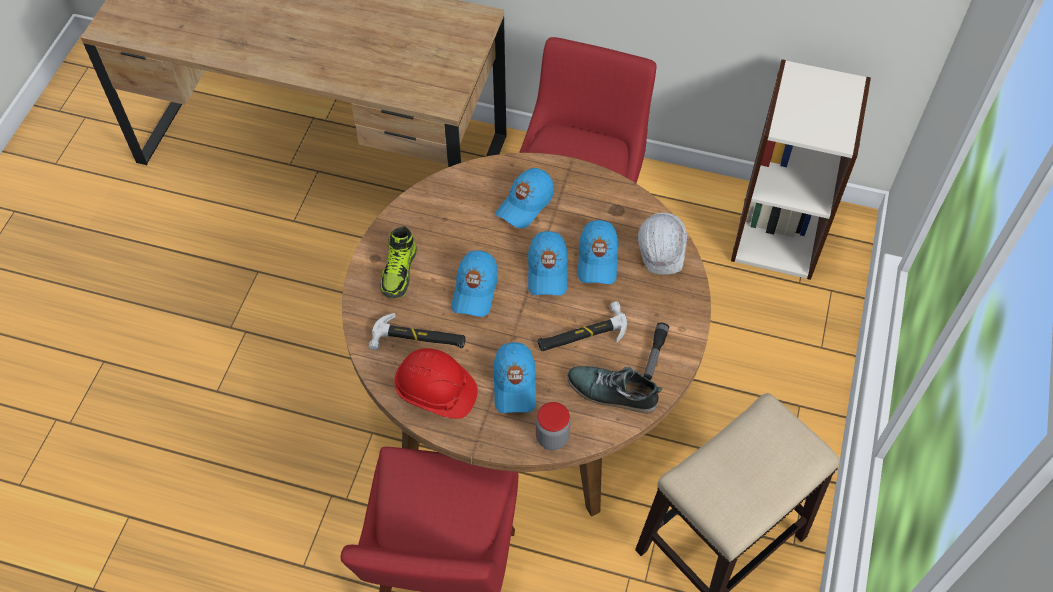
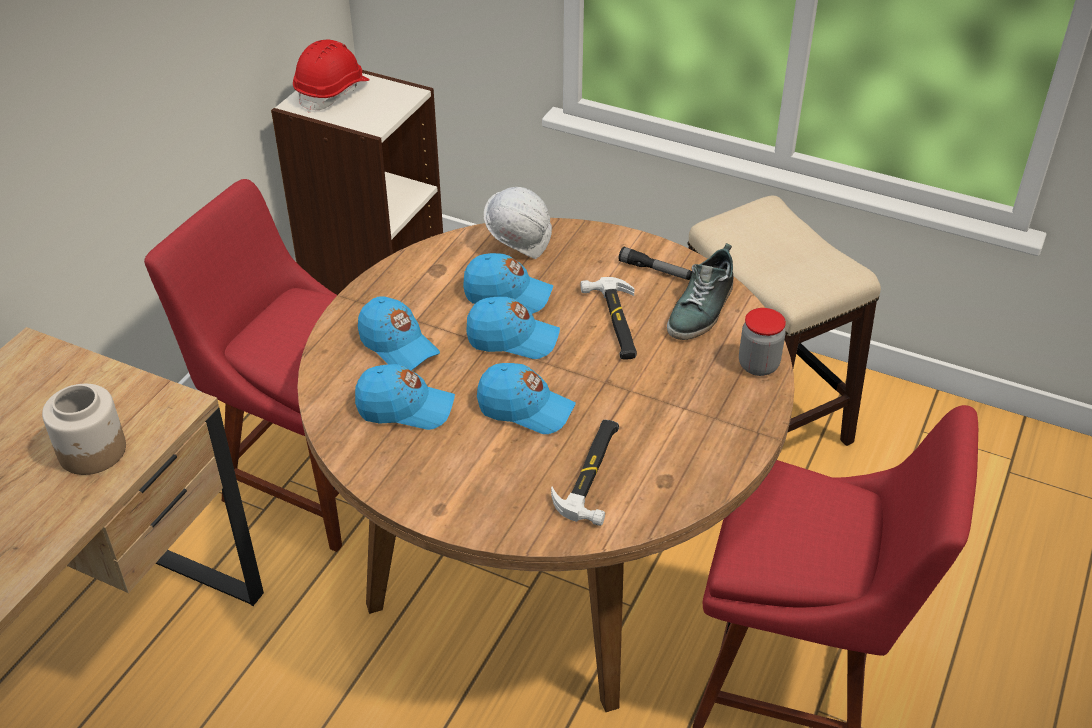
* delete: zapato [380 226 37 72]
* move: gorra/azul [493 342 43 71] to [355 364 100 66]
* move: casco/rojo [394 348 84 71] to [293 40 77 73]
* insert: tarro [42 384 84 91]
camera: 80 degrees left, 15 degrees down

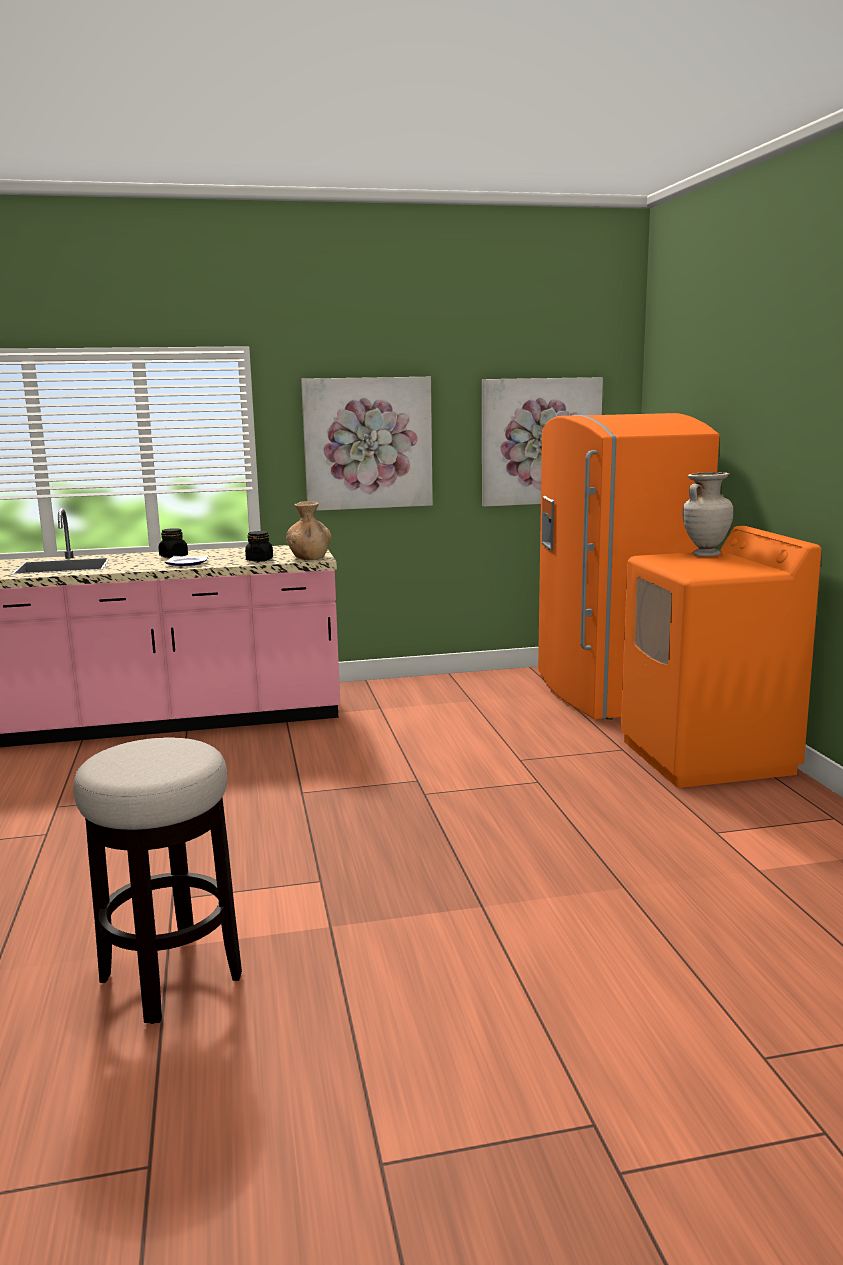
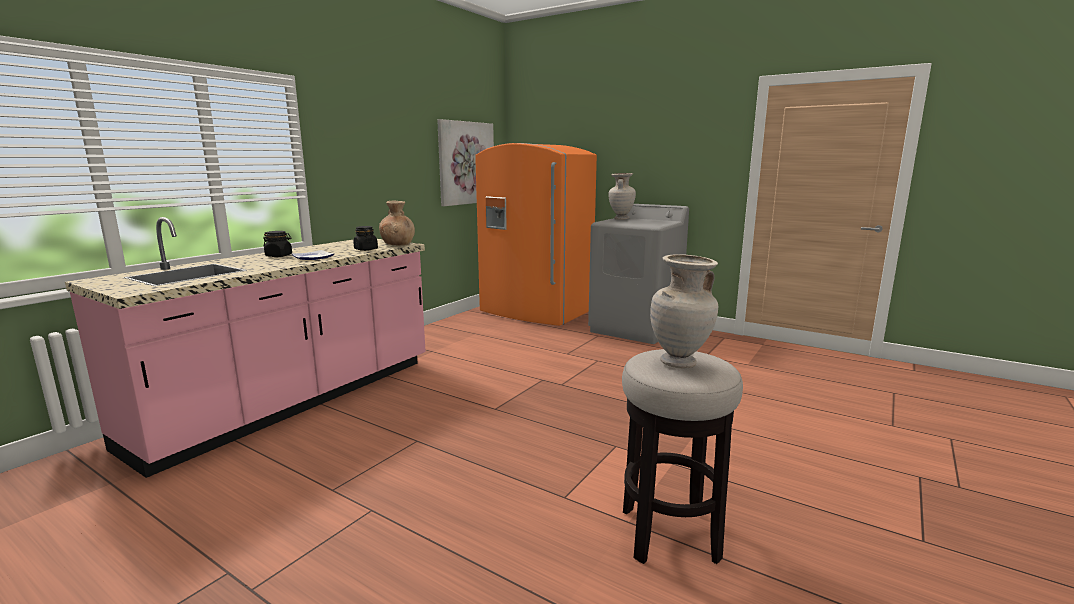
* delete: cuadro [301 377 132 134]
* recolor: lavadora/naranja [621 526 201 262] to lavadora/gris [588 204 101 140]
* insert: florero/beis [650 254 68 114]
camera: 45 degrees left, 0 degrees up

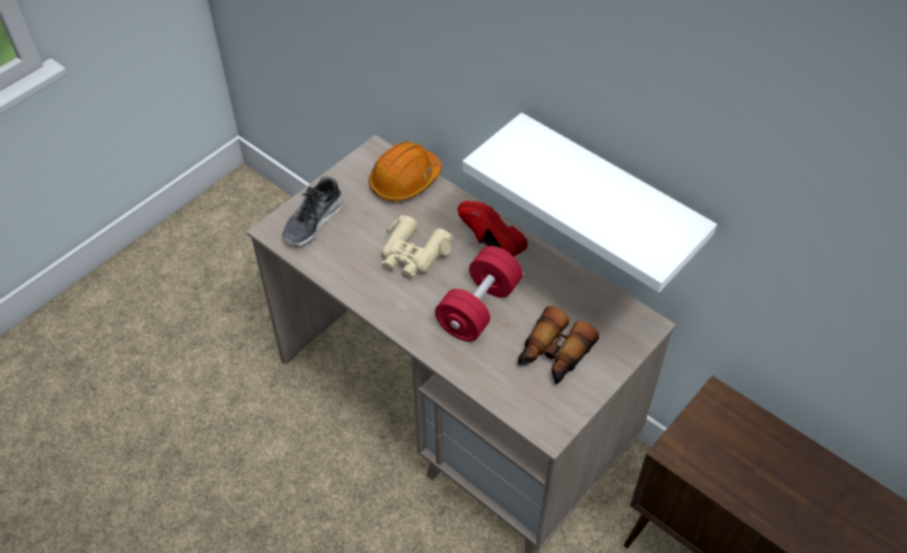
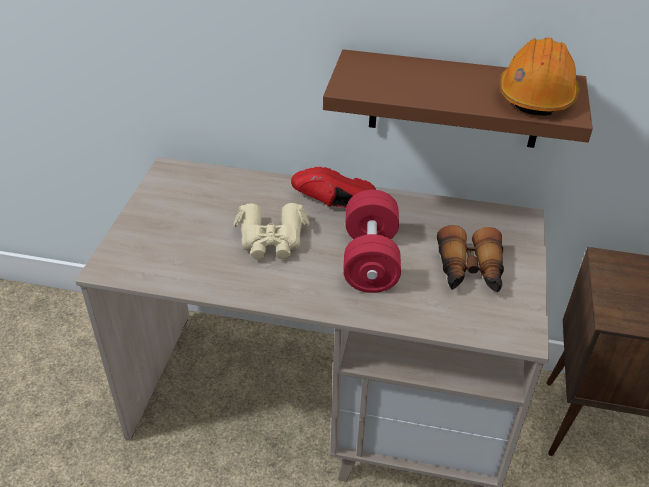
* recolor: estante/blanco [462 113 255 179] to estante/marrón [323 49 270 99]
* move: casco/naranja [369 142 73 60] to [499 37 80 79]
* delete: zapato [282 176 61 70]
camera: 30 degrees left, 10 degrees down

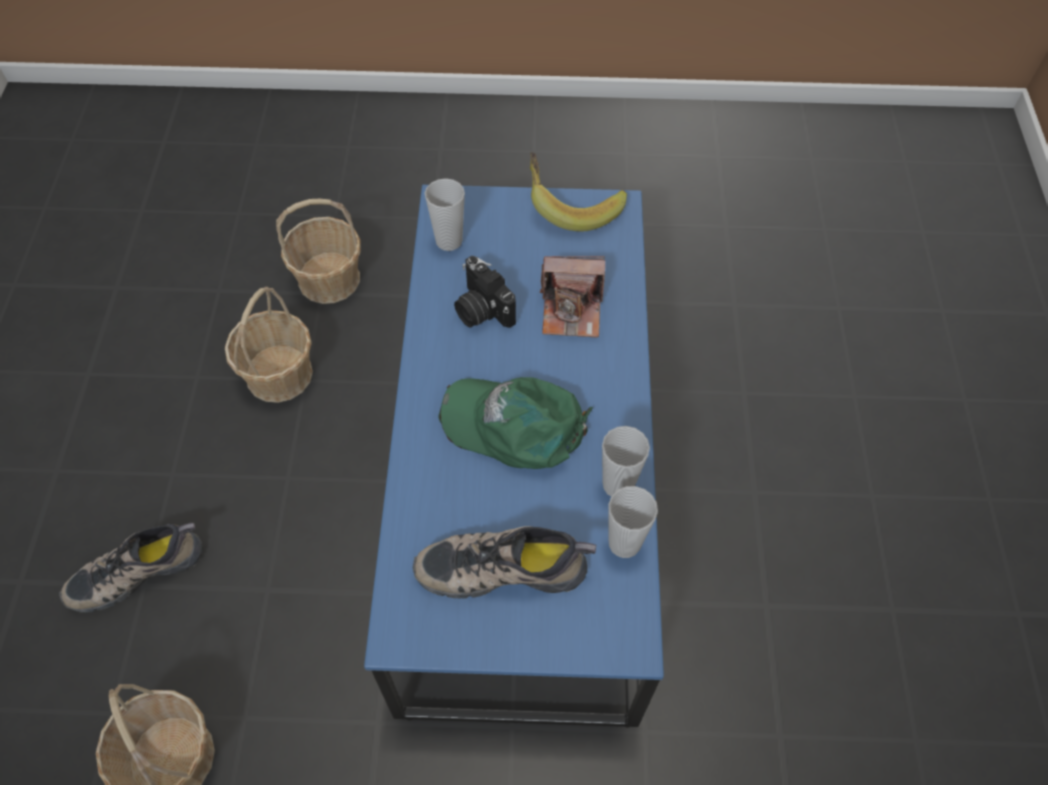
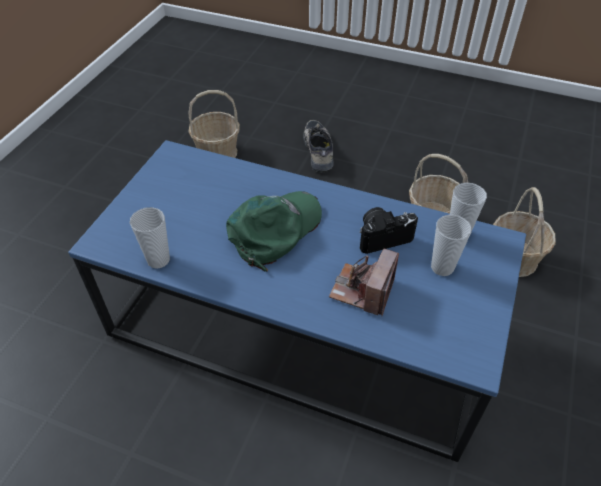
* delete: plátano [530 152 97 79]
* move: taza [602 426 48 70] to [431 215 41 61]
* delete: zapato [413 526 183 72]
camera: 110 degrees right, 10 degrees down

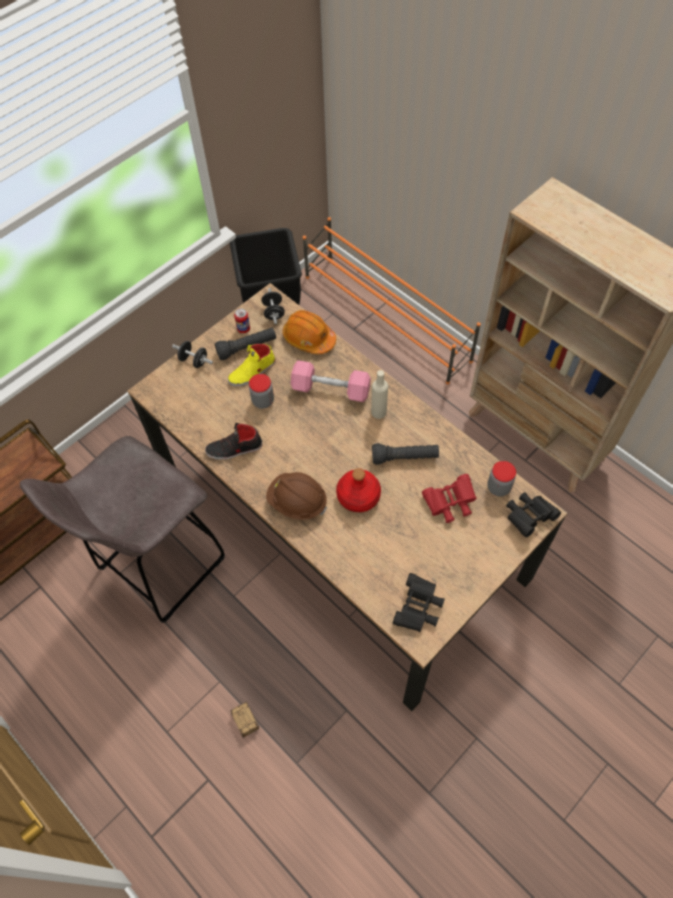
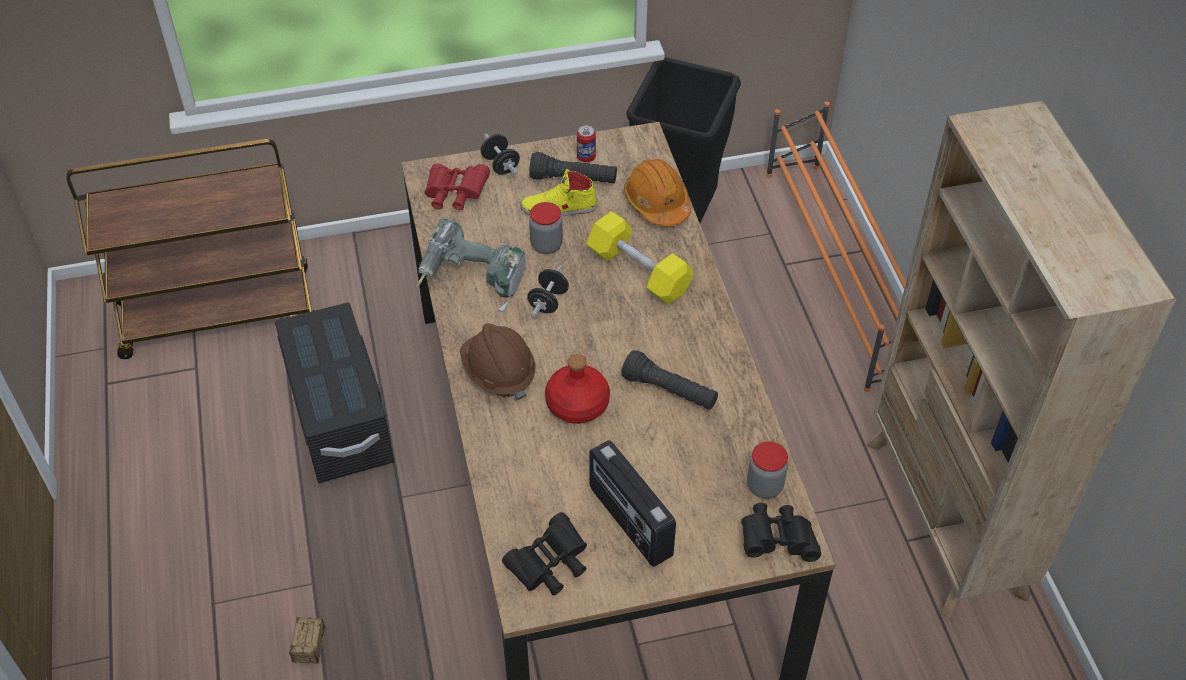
* move: mancuerna/negro [261 288 24 36] to [527 265 42 53]
* recolor: mancuerna/rosa [291 360 80 42] to mancuerna/amarillo [586 211 107 94]
* delete: botella/beis [371 370 17 49]
* replace: zapato/negro [205 423 57 37] to taladro [417 218 109 94]
* replace: taburete/gris [20 436 205 187] to caja de almacenaje/negro [275 303 119 180]
* move: prismáticos/rojo [422 474 55 49] to [425 163 65 47]
* insert: radio [589 440 87 127]
camera: 30 degrees right, 10 degrees down

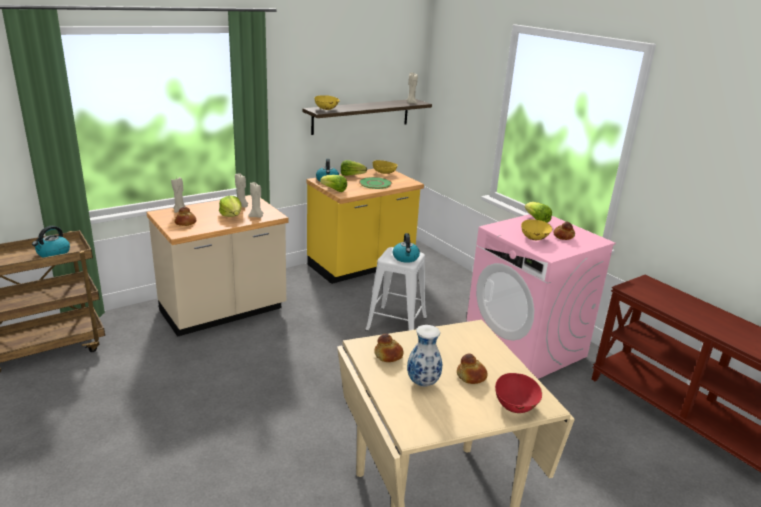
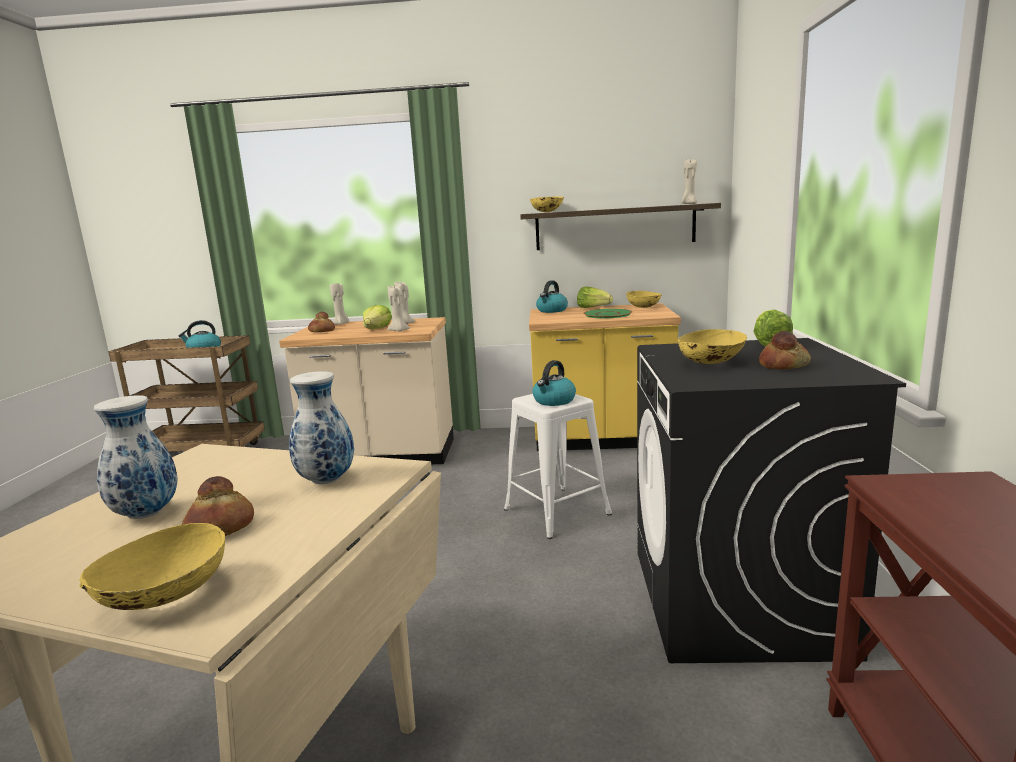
* delete: lechuga [320 175 27 17]
* recolor: lavadora/rosa [466 214 150 165] to lavadora/negro [637 338 269 325]
* delete: pan [374 334 29 28]
* recolor: cuenco/rojo [495 373 47 40] to cuenco/amarillo [79 523 146 87]
* insert: florero [289 371 65 113]
camera: 40 degrees right, 10 degrees down

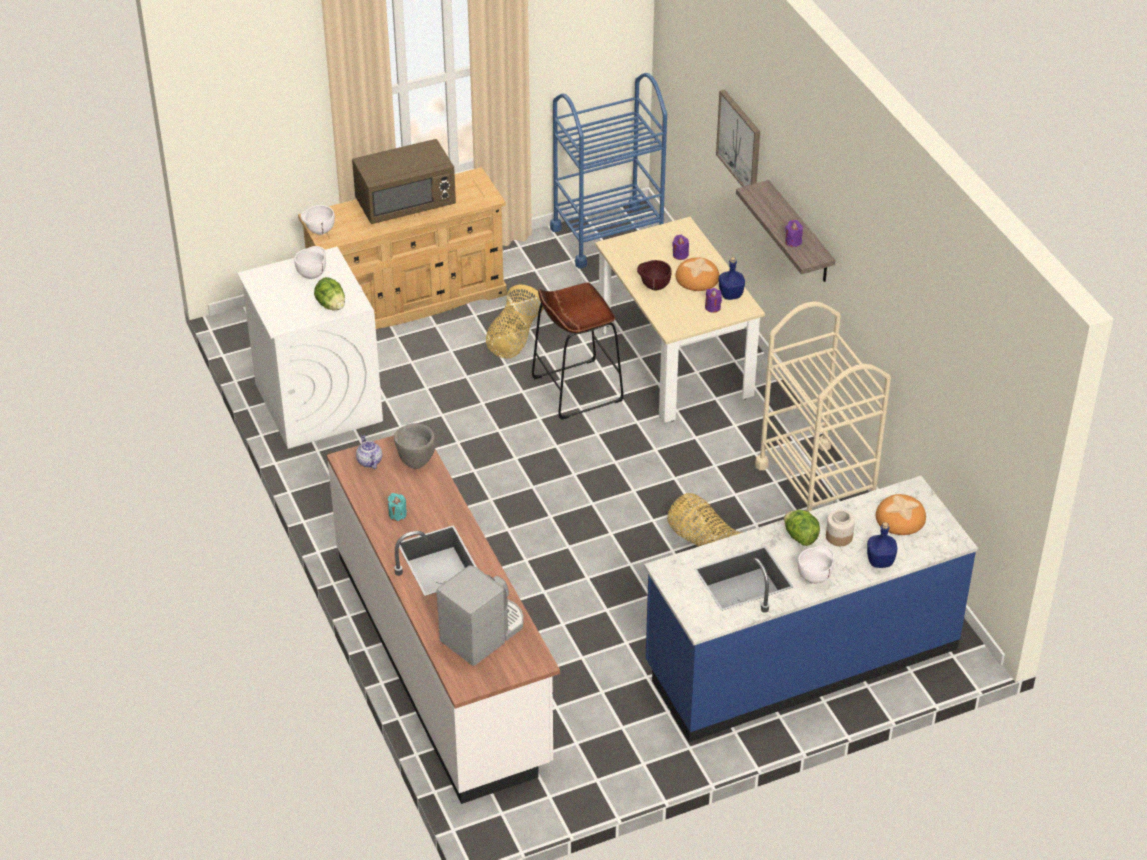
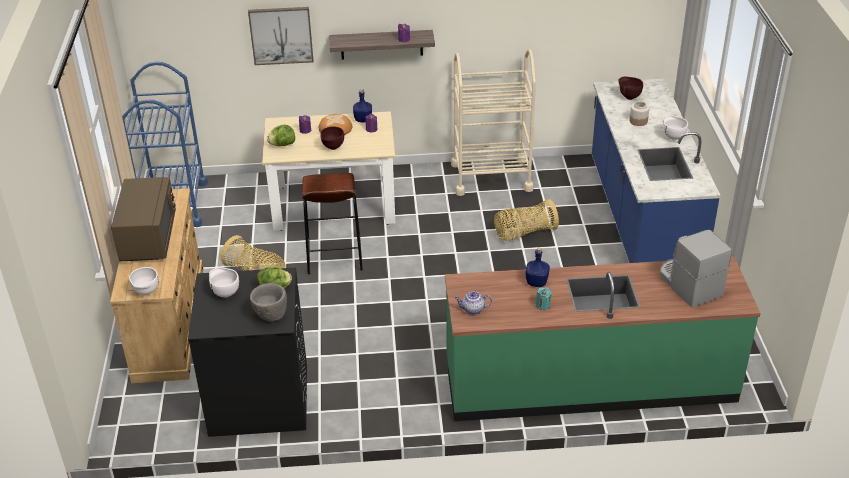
* recolor: lavadora/blanco [238 247 145 202] to lavadora/negro [188 268 119 169]
* move: cuenco/gris [394 423 42 46] to [250 283 37 38]
* recolor: mueble bajo de cocina/blanco [327 435 233 369] to mueble bajo de cocina/verde [445 257 316 164]
* replace: pan [876 494 50 41] to cuenco/marrón [618 77 25 23]
* move: lechuga [784 510 36 36] to [267 125 28 21]
* move: botella/azul [867 522 30 46] to [525 248 25 39]
camera: 70 degrees left, 5 degrees down

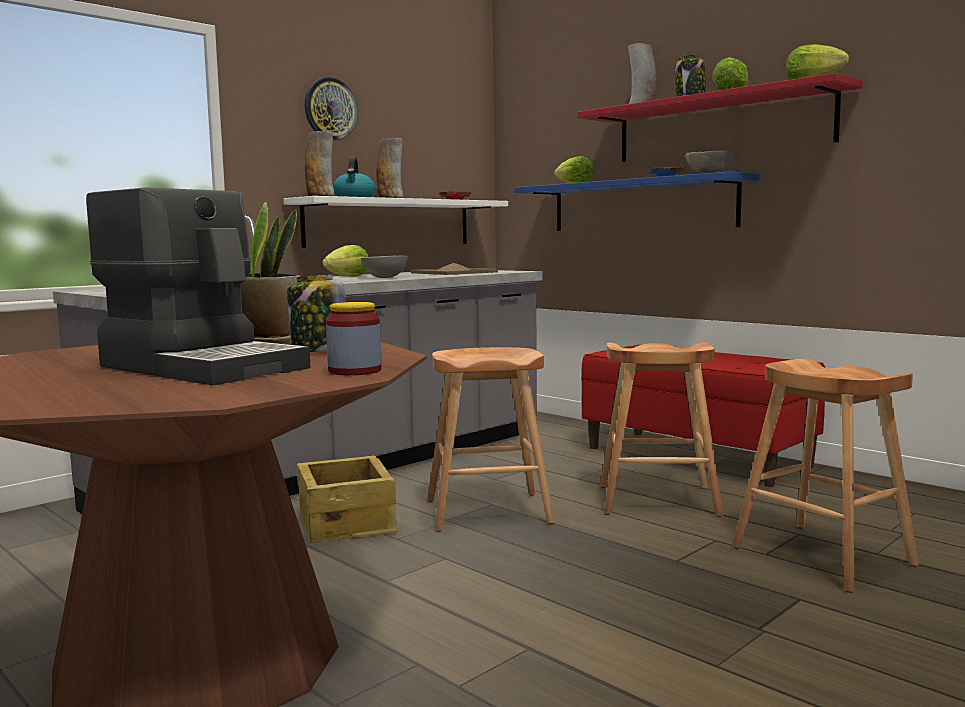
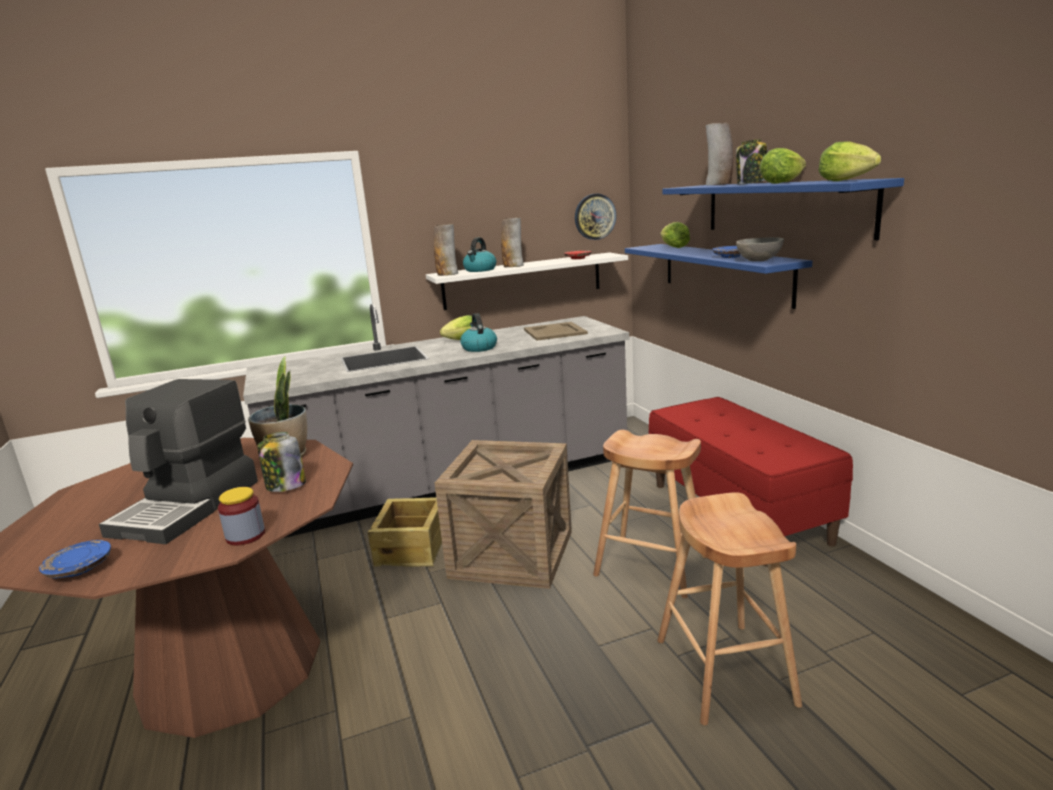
* recolor: estante/rojo [577 73 286 89] to estante/azul [662 178 242 62]
* move: reloj de pared [305 77 53 63] to [575 194 41 46]
* rotate: cafetera [86 188 224 197] = [99 379 159 165] 45 degrees clockwise
* replace: cuenco/gris [361 255 47 23] to hervidor [460 313 37 39]
* replace: taburete/marrón [427 347 128 184] to caja de embalaje [435 440 137 149]
* insert: plato/azul [39 540 72 38]
camera: 25 degrees right, 10 degrees up

